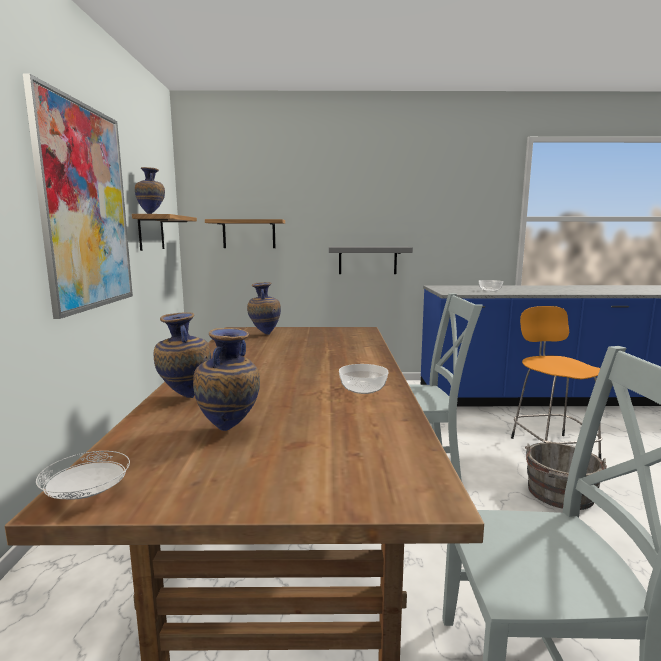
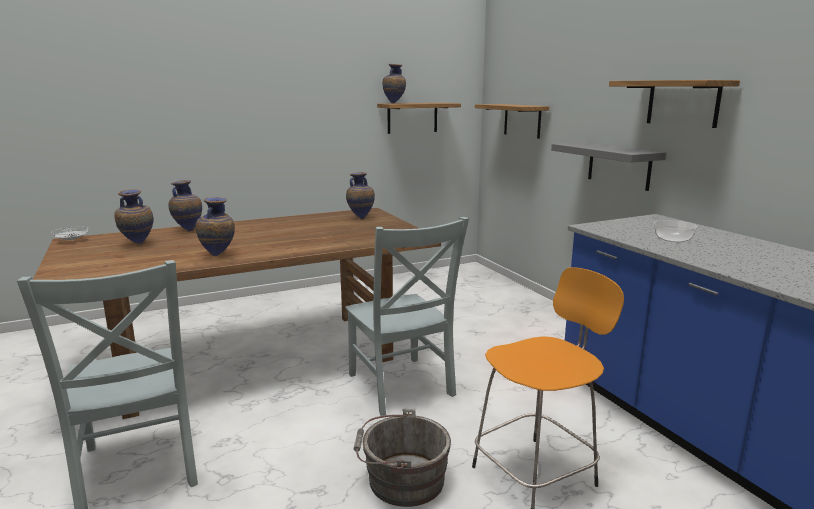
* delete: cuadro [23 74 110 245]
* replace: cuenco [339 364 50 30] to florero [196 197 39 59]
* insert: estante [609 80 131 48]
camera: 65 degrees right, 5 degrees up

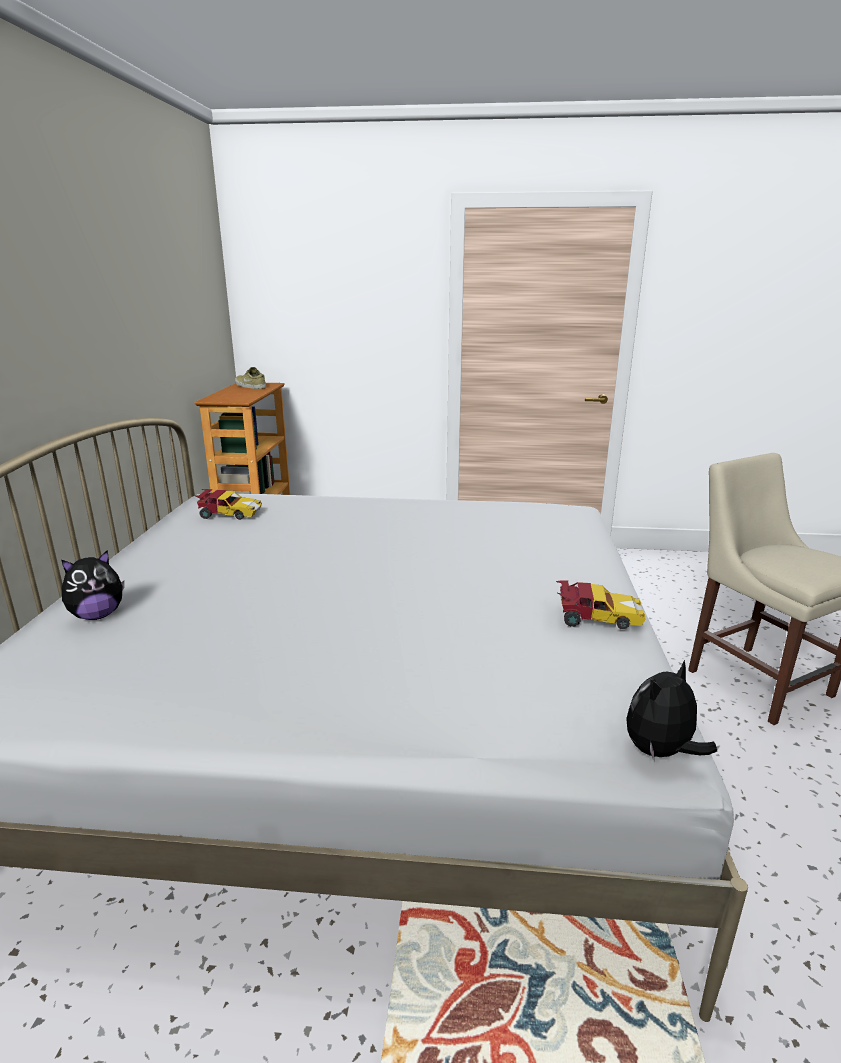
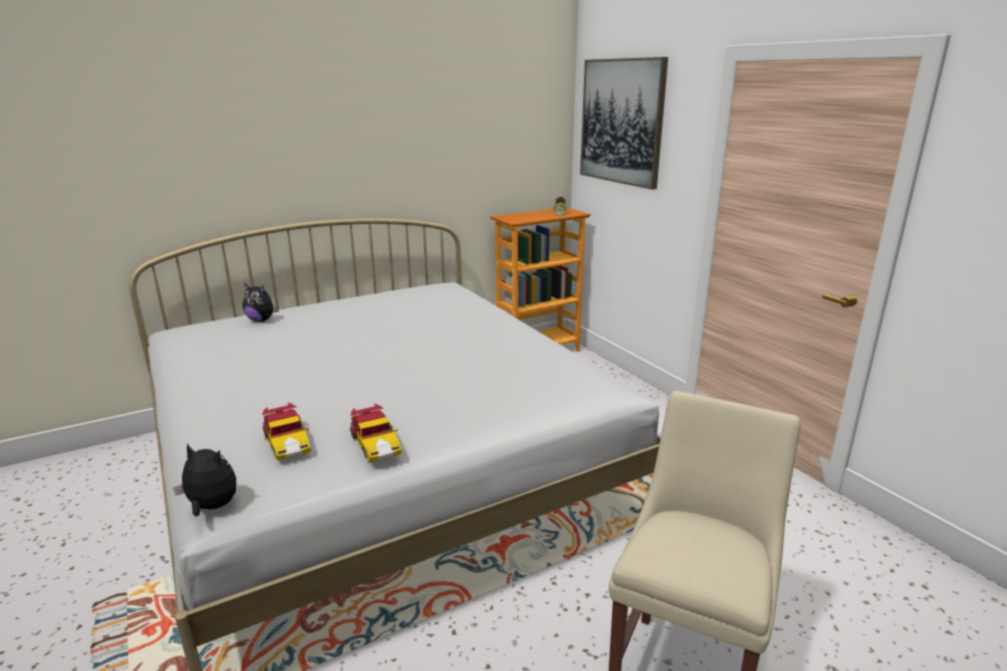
* move: coche de juguete [194 489 68 31] to [262 402 49 58]
* insert: cuadro [580 57 88 133]
camera: 55 degrees right, 0 degrees up

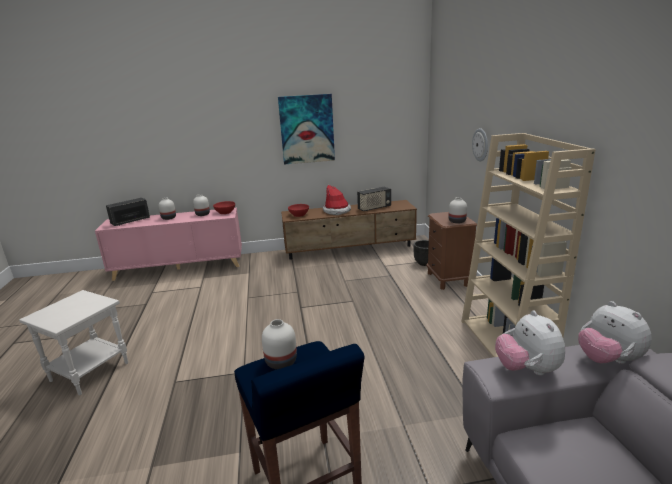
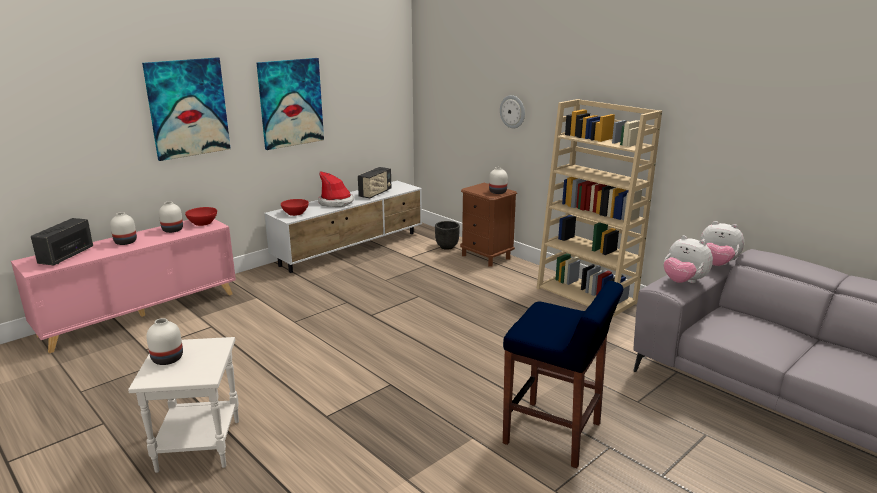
* recolor: mueble de televisión/marrón [281 200 136 60] to mueble de televisión/blanco [264 181 158 92]
* move: florero/blanco [262 319 35 50] to [146 318 37 47]
* insert: cuadro [142 57 89 104]
camera: 35 degrees left, 0 degrees up

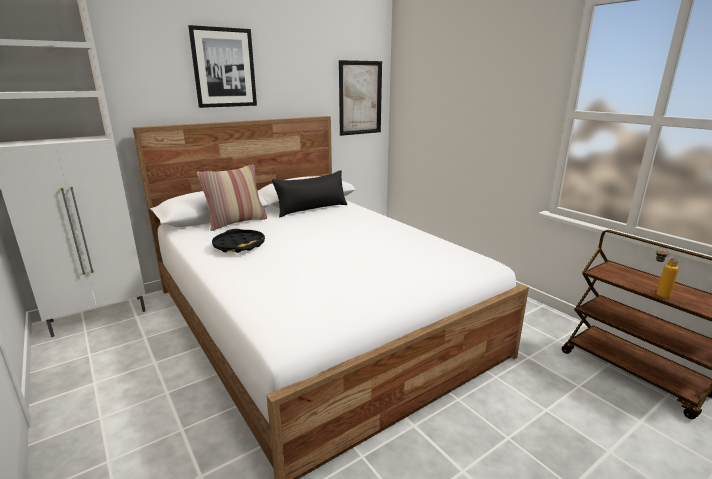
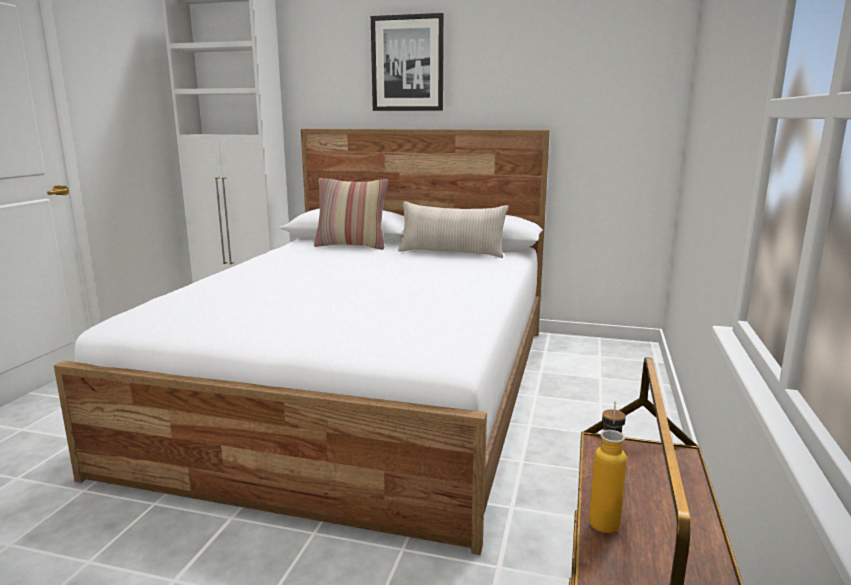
* delete: cuadro [339 60 43 76]
* recolor: cojín/negro [272 170 75 47] to cojín/beis [398 201 111 57]
* delete: bandeja/negro [212 229 53 24]
camera: 50 degrees right, 5 degrees down

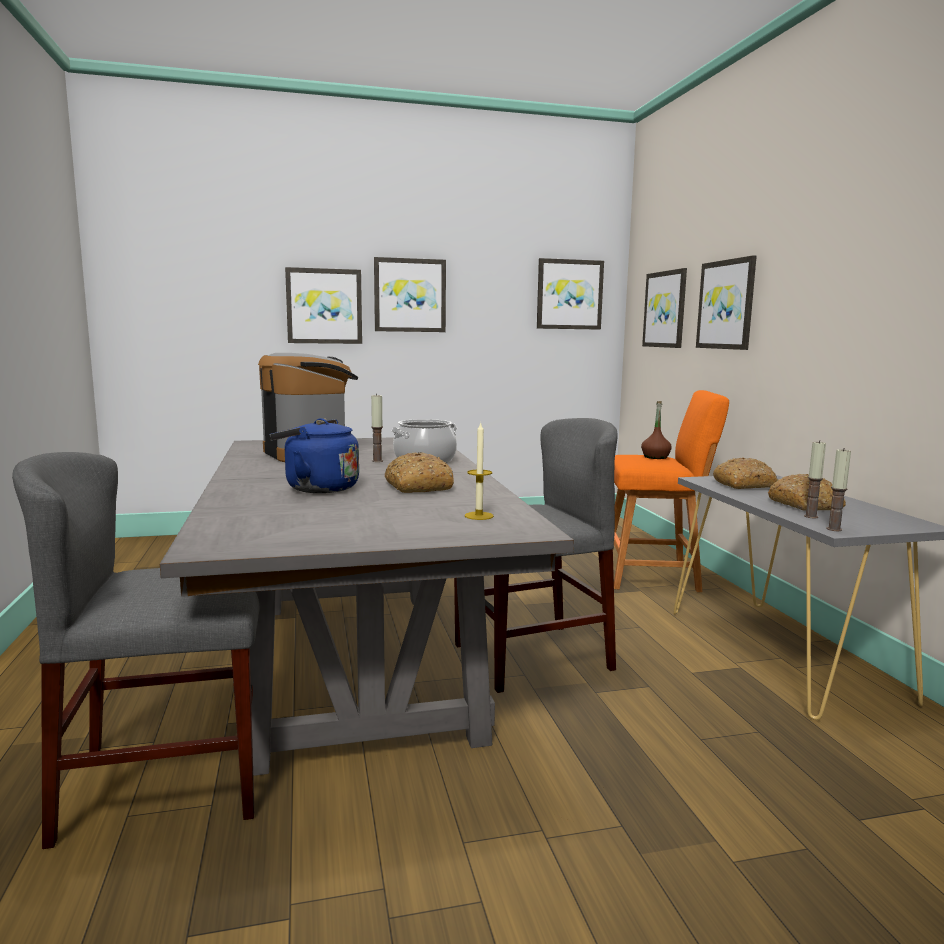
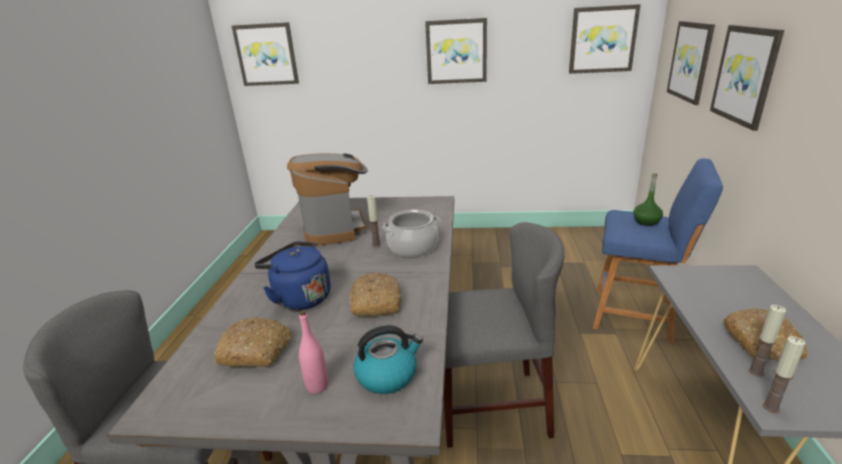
* move: cuadro [285 267 77 77] to [232 22 67 64]
* recolor: taburete/naranja [614 390 115 202] to taburete/azul [593 158 130 185]
* recolor: botella/marrón [641 401 31 58] to botella/verde [633 173 30 53]
* replace: vela [465 422 29 98] to hervidor [354 325 69 69]
* move: pan [713 457 65 32] to [214 317 77 50]
* insert: botella/rosa [299 311 29 83]
camera: 20 degrees right, 15 degrees up

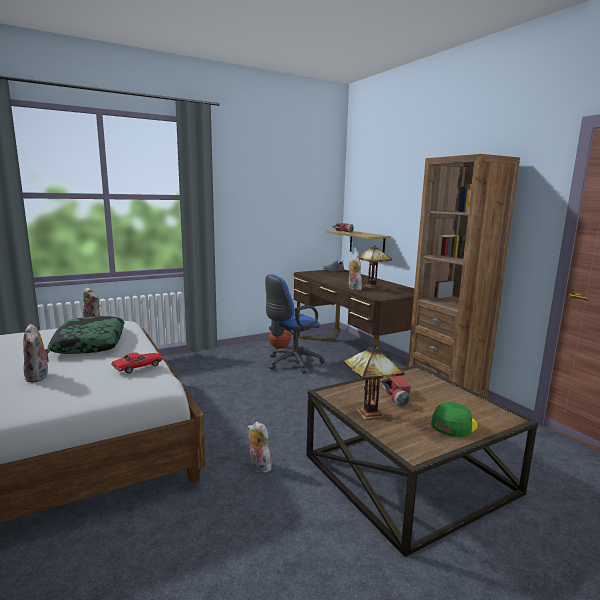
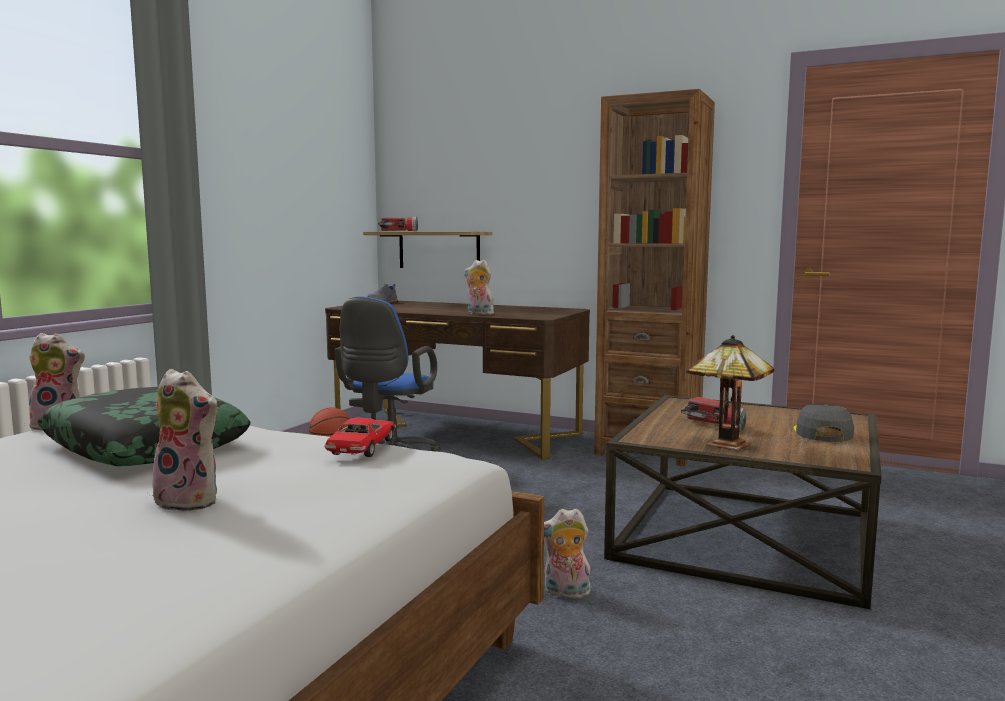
* delete: lámpara de mesa [356 245 36 43]
* recolor: gorra/verde [431 402 47 35] to gorra/gris [793 404 61 38]
camera: 35 degrees left, 5 degrees down

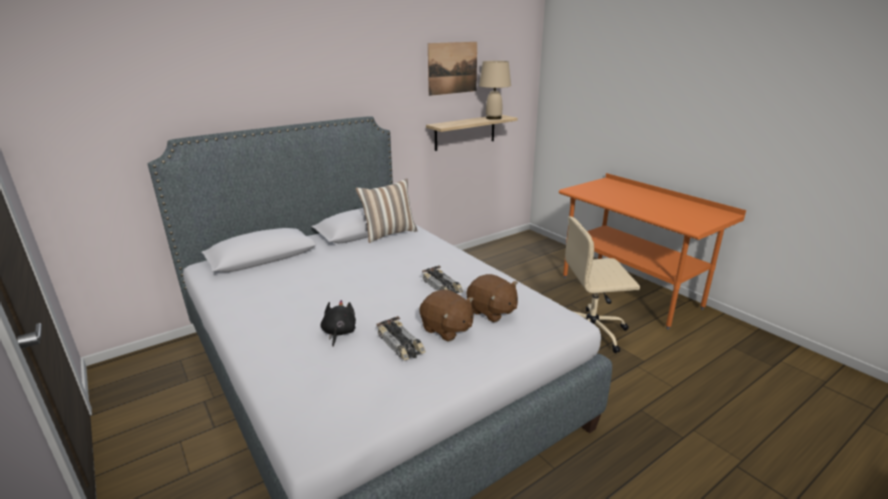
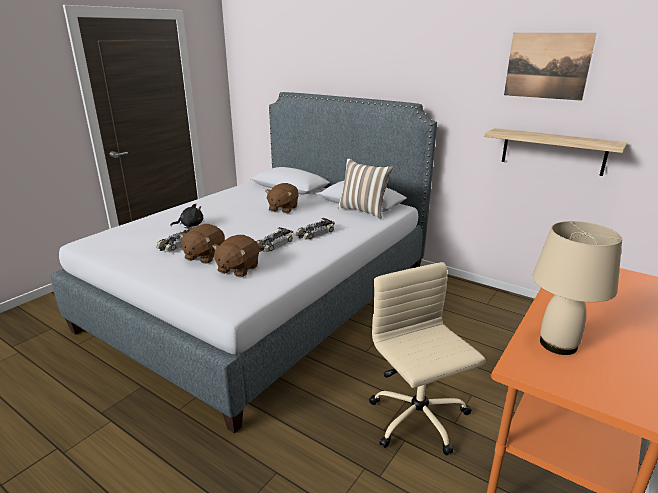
* move: lámpara de mesa/beis [479 61 32 59] to [533 221 89 134]
* insert: peluche/marrón [265 183 34 30]
* insert: coche de juguete [295 218 40 22]
camera: 70 degrees right, 0 degrees up

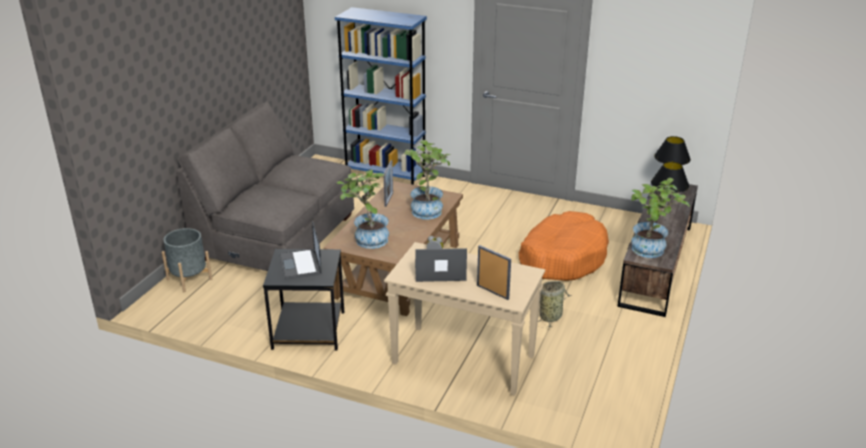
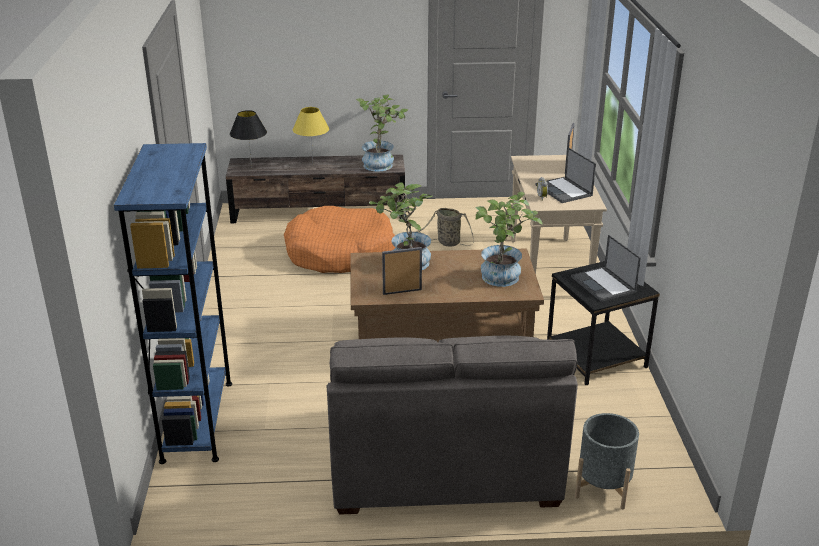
* recolor: lámpara de mesa/negro [651 161 38 52] to lámpara de mesa/amarillo [293 107 36 54]
* rotate: portátil [279 221 43 59] = [571 235 70 67] 105 degrees clockwise
camera: 115 degrees left, 0 degrees up

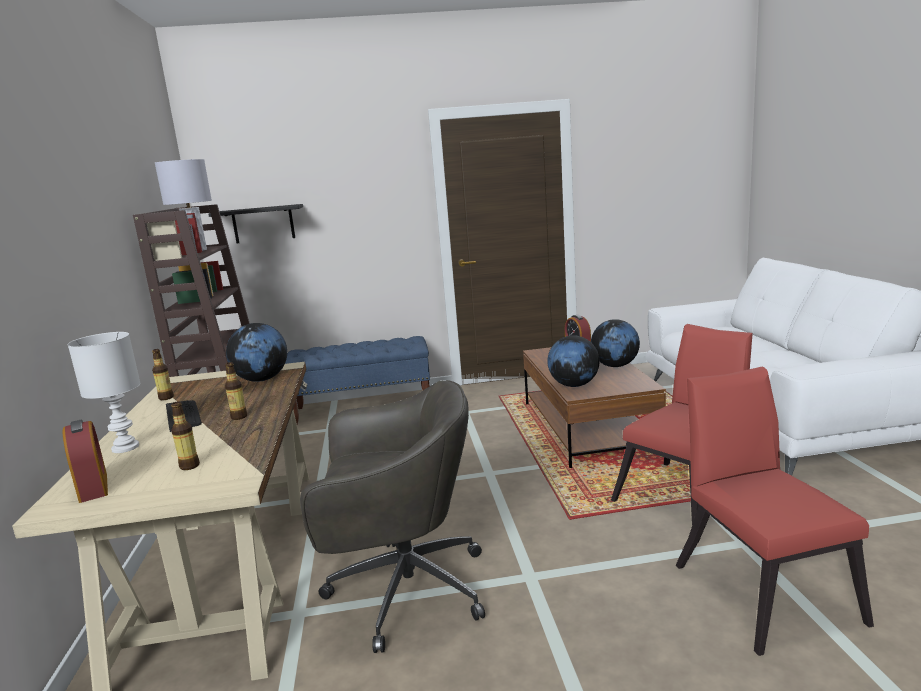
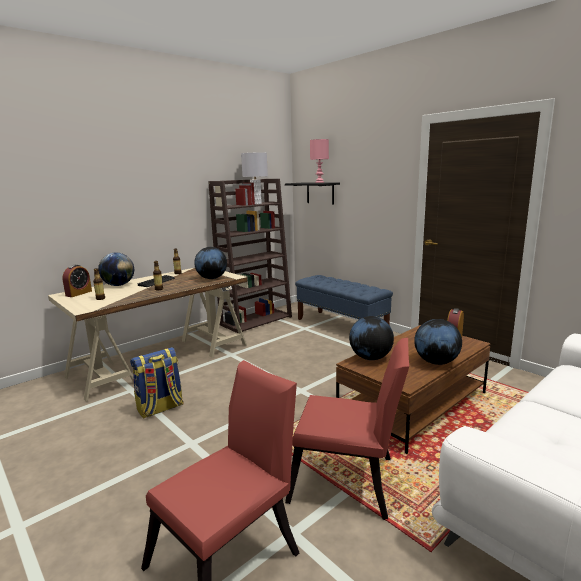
* replace: lámpara de mesa/blanco [68 332 73 121] to globo terráqueo [98 252 36 34]
* replace: silla de oficina/gris [300 380 185 273] to mochila [130 347 54 72]
* insert: lámpara de mesa/rosa [310 139 19 44]
camera: 55 degrees right, 0 degrees up

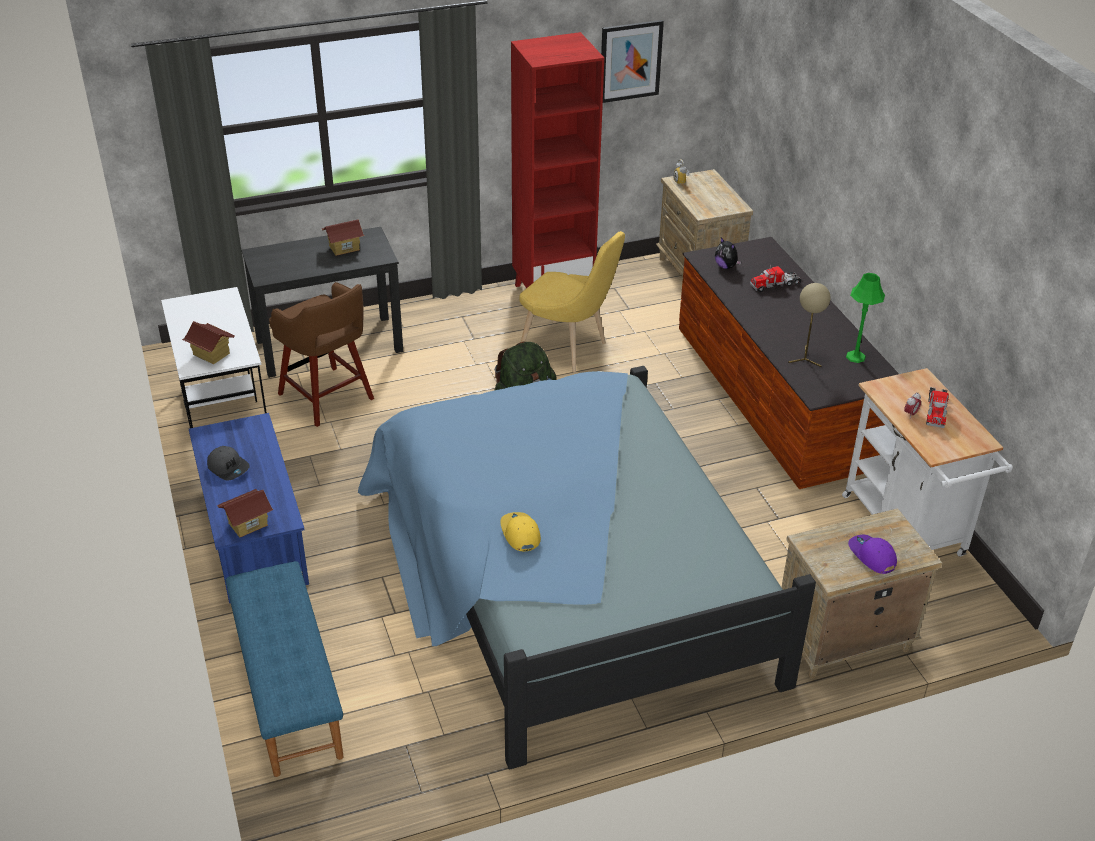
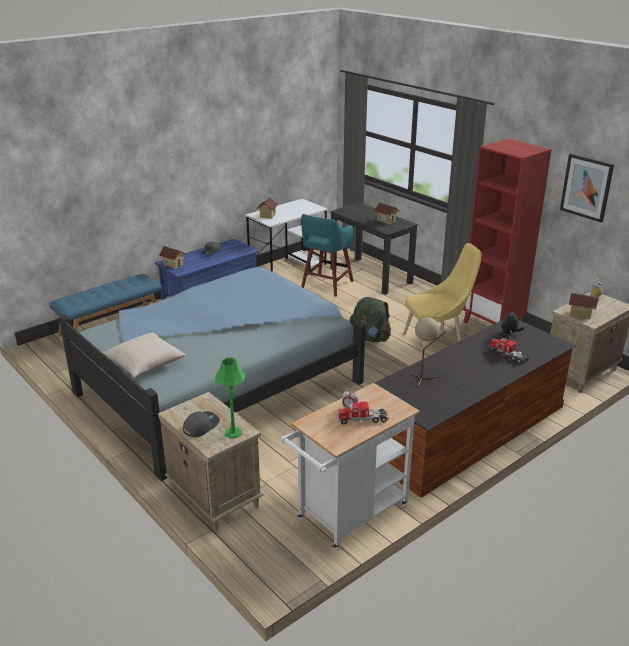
* rotate: silla/amarillo [520 231 105 141] = [403 243 79 112] 120 degrees counterclockwise
* move: lámpara de mesa/verde [846 273 39 90] to [215 358 30 80]
* recolor: taburete/marrón [269 282 105 145] to taburete/turquesa [301 214 53 83]
* delete: gorra/amarillo [500 512 41 39]
* recolor: gorra/morado [848 535 49 39] to gorra/gris [183 411 37 26]
* insert: casita [568 292 31 27]
* insert: cojín/beis [102 333 85 45]
camera: 70 degrees right, 10 degrees down

